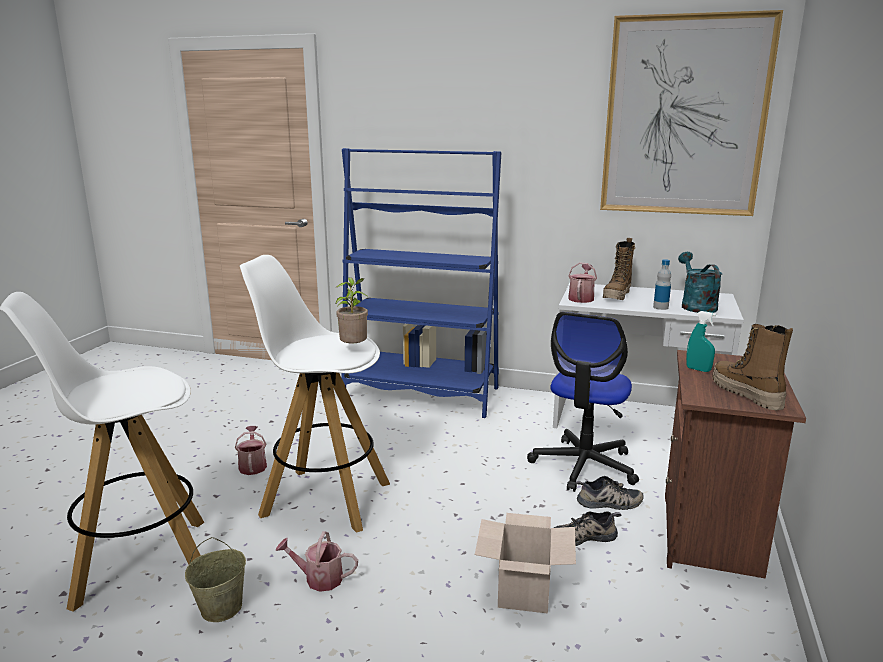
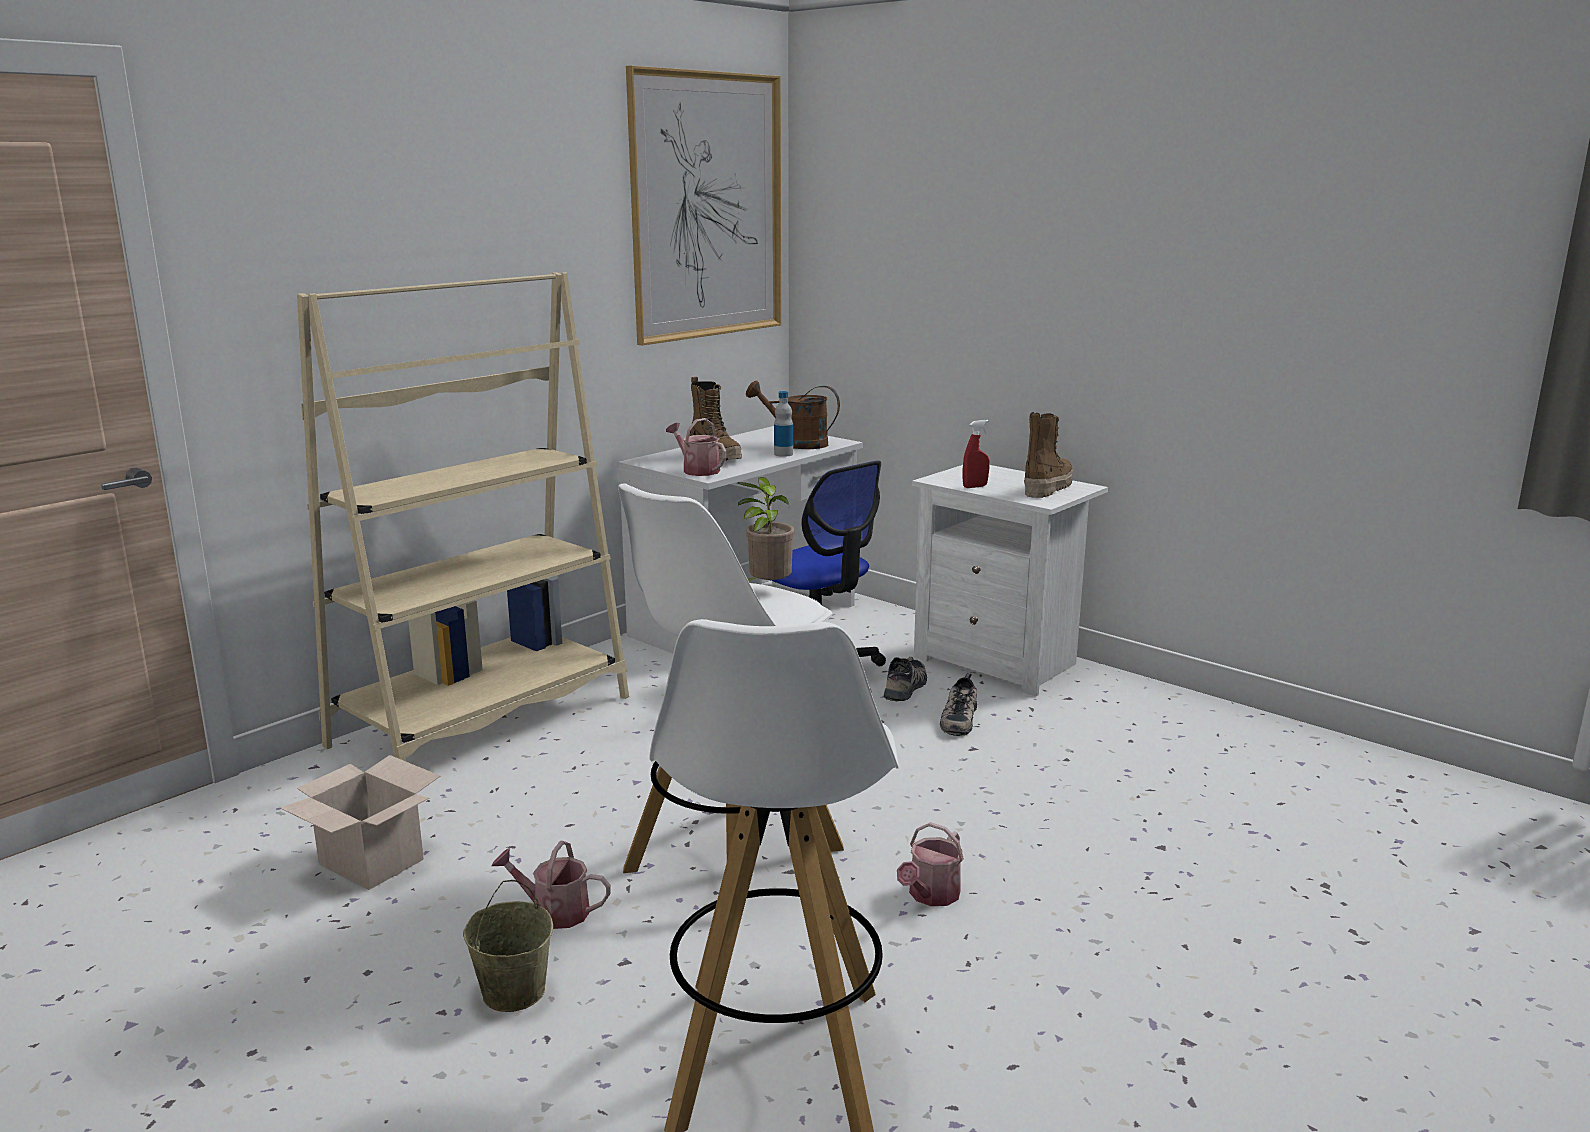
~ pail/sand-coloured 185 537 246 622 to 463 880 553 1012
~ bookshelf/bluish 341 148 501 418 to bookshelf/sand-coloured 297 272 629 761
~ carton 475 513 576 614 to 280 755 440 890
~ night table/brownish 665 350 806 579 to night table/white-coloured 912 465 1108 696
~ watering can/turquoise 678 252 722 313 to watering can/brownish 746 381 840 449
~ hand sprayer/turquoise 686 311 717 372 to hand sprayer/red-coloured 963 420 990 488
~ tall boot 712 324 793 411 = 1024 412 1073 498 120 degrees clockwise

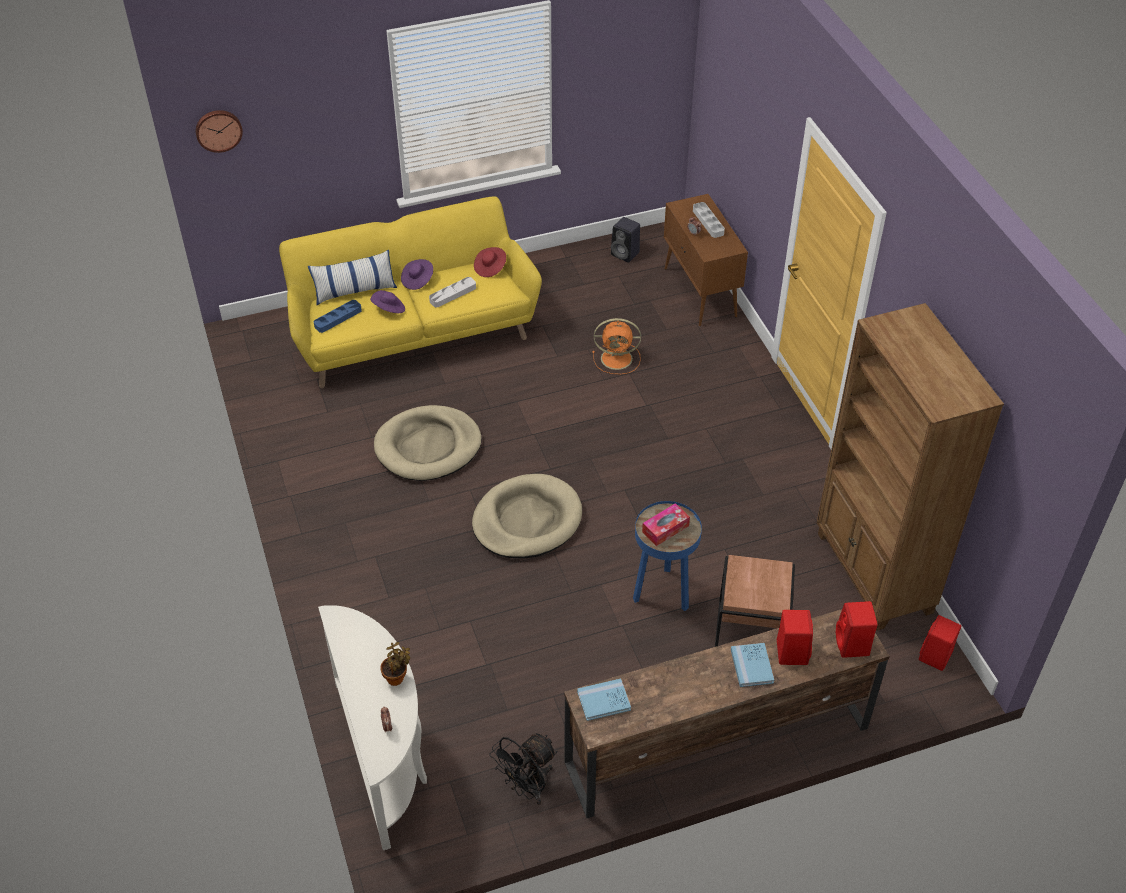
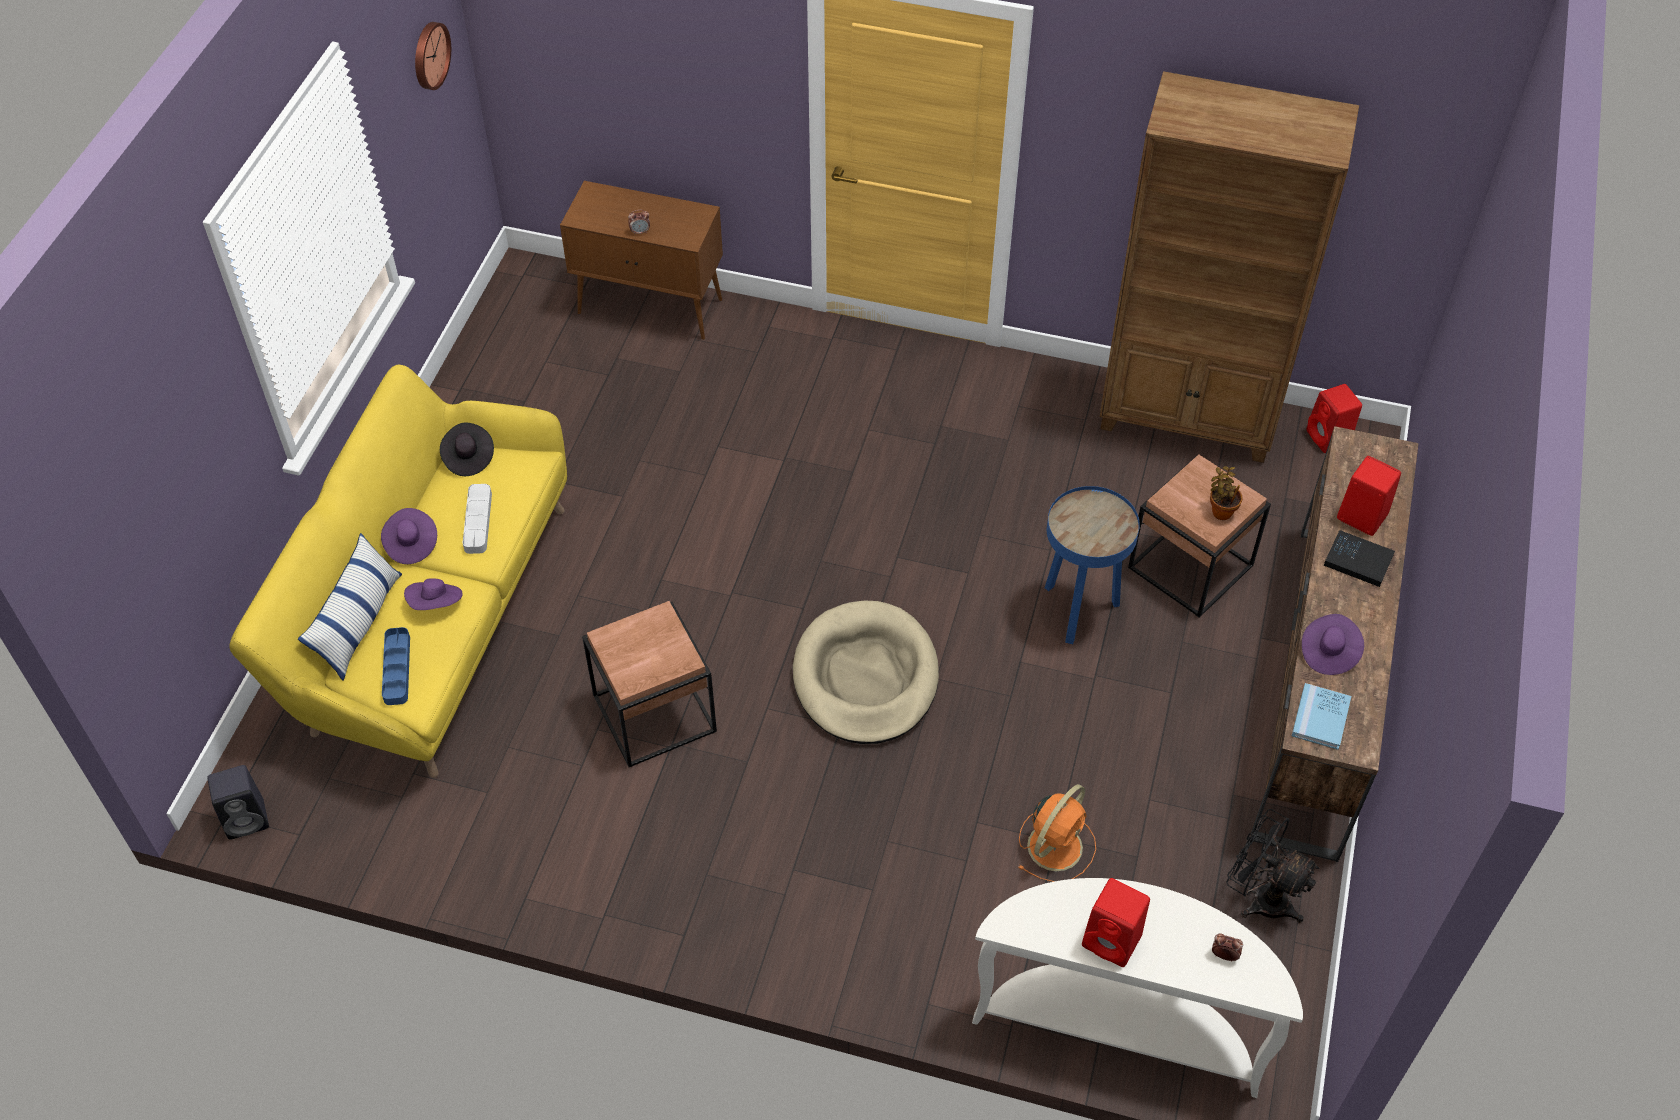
~ wall clock 196 110 243 153 to 415 22 451 90
~ dog bed/sand-coloured 374 405 482 481 to accent table/brownish 582 601 717 767
~ potted plant 380 642 410 686 to 1210 466 1242 520
~ clothing hat/red-coloured 474 247 506 277 to clothing hat/black 440 423 494 476
~ fan/black 489 733 557 805 = 1226 809 1319 923 135 degrees clockwise
~ fan/orange-coloured 592 318 641 375 to 1019 784 1096 882
~ speaker/black 611 217 640 263 to 207 765 269 840
- tissue holder 642 503 690 546
- tray/gray 693 202 725 238
~ volume/bluish 731 643 774 687 to volume/black 1324 530 1395 587
~ speaker/red-coloured 836 601 878 658 to 1082 878 1150 967
+ clothing hat/purple 1302 614 1364 675

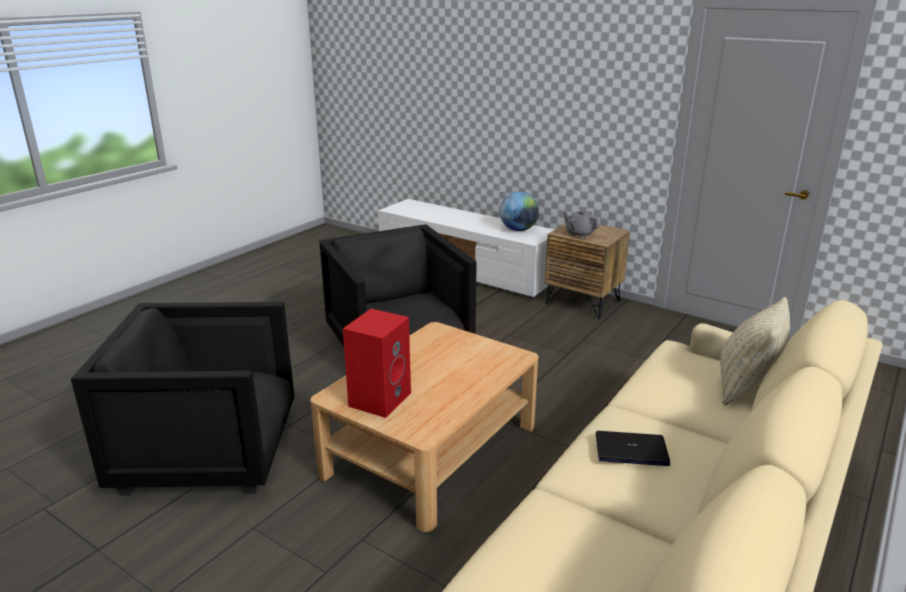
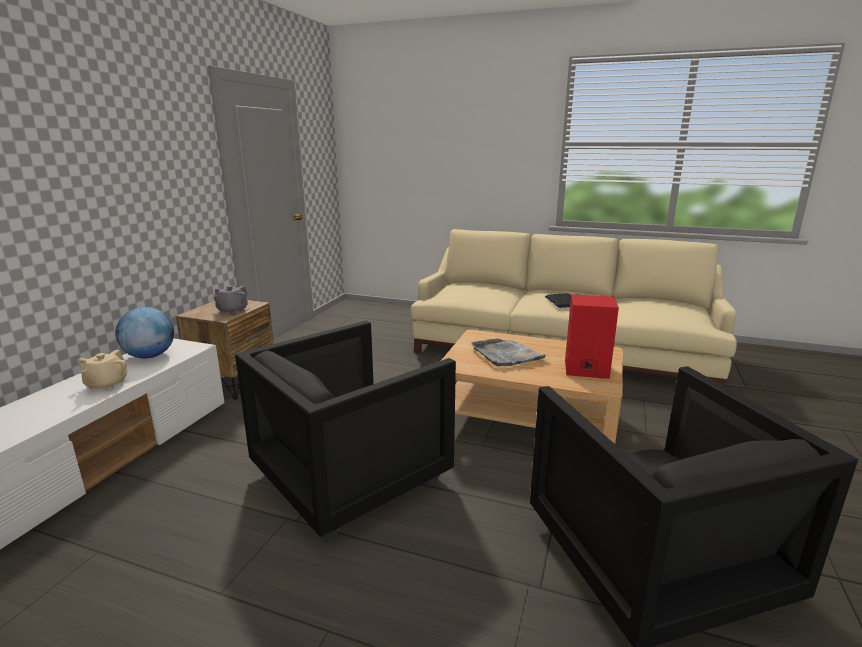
- cushion/sand-coloured 720 297 790 405
+ teapot/sand-coloured 77 350 127 391
+ tray/gray 471 338 546 366

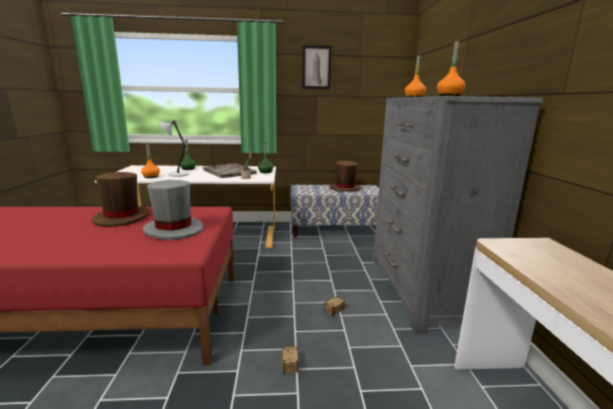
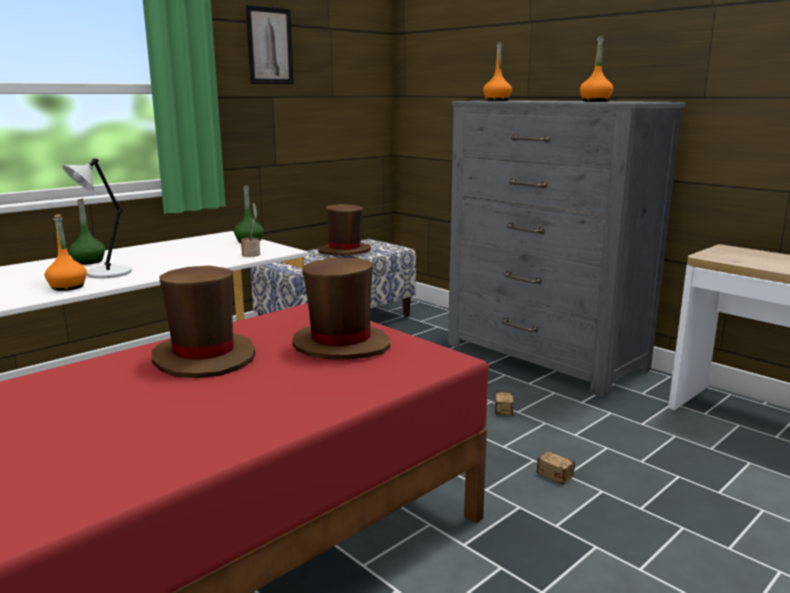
~ clothing hat/gray 143 180 204 240 to clothing hat/brownish 292 258 390 360
- tray/gray 203 163 257 178

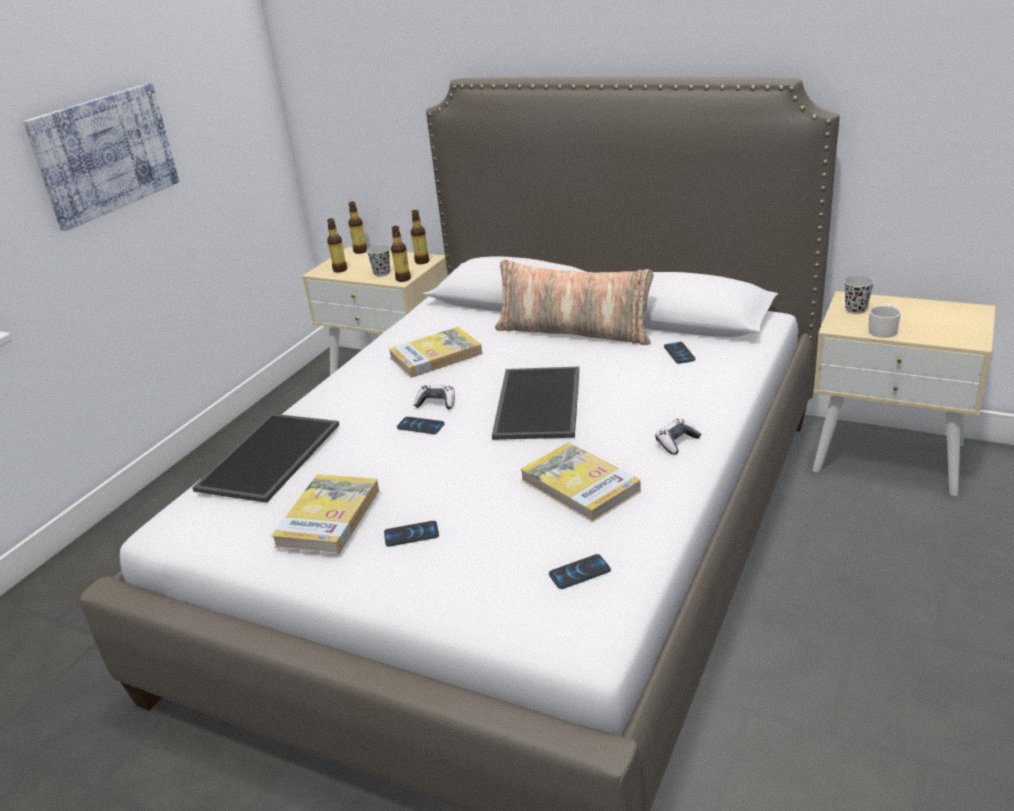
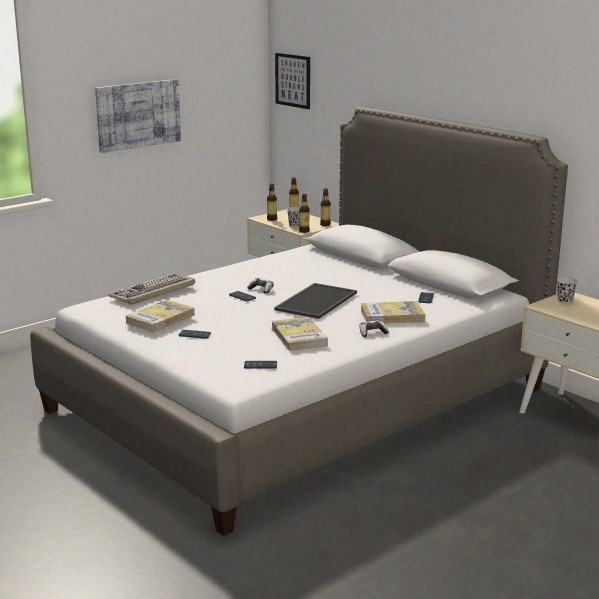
~ tray 192 413 339 503 to keyboard 108 273 195 305
~ volume 388 327 482 378 to 361 301 425 324
- cushion 495 259 653 345
- mug/white-coloured 868 304 901 338
+ wall picture 275 53 310 109

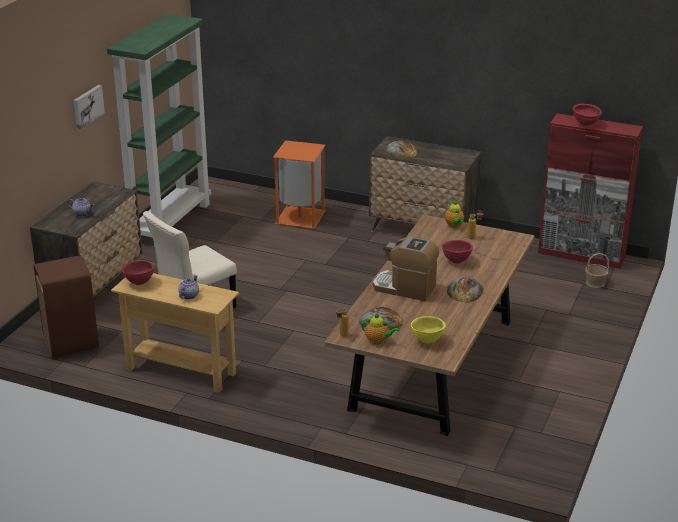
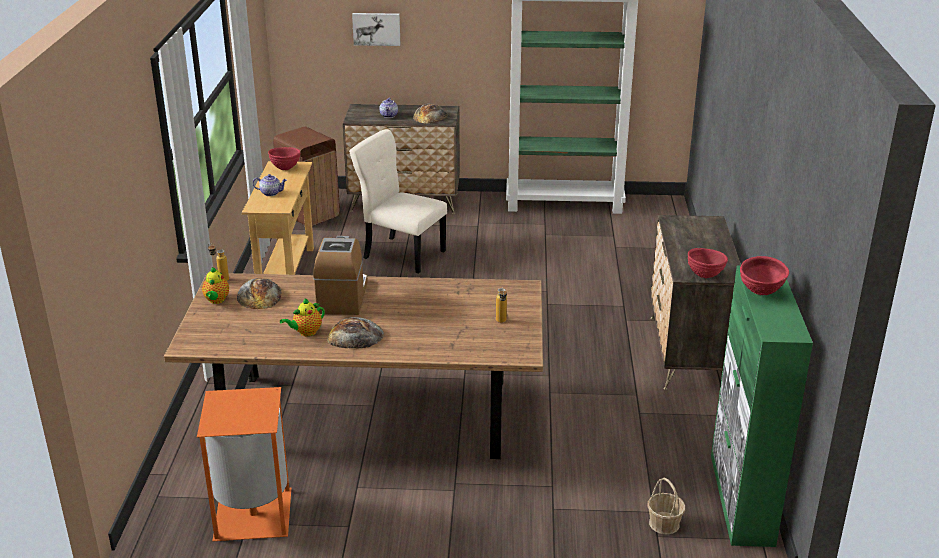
~ wall picture 73 85 105 130 to 352 13 400 46
~ waste bin/orange-coloured 273 140 326 229 to 197 387 291 541
~ baked bread 385 140 418 158 to 413 103 448 124
- deep dish/yellow-coloured 410 316 446 343
~ deep dish/red-coloured 441 240 473 264 to 688 248 728 278
~ teapot 445 201 464 228 to 280 298 325 336
~ storage cabinet/red-coloured 538 113 643 269 to storage cabinet/green-coloured 711 265 813 547

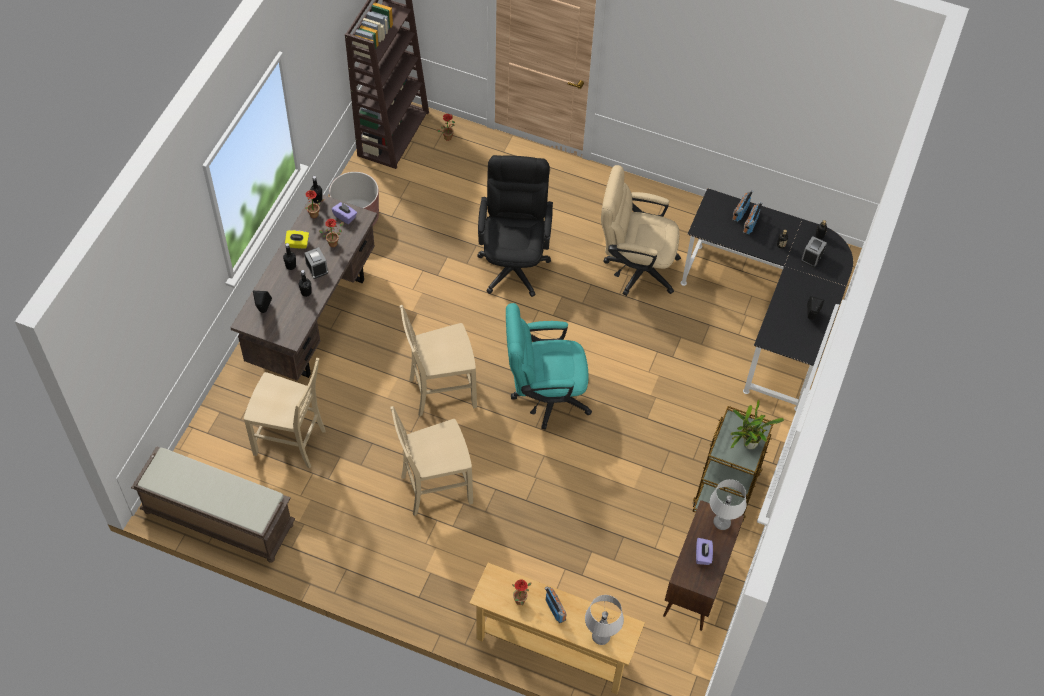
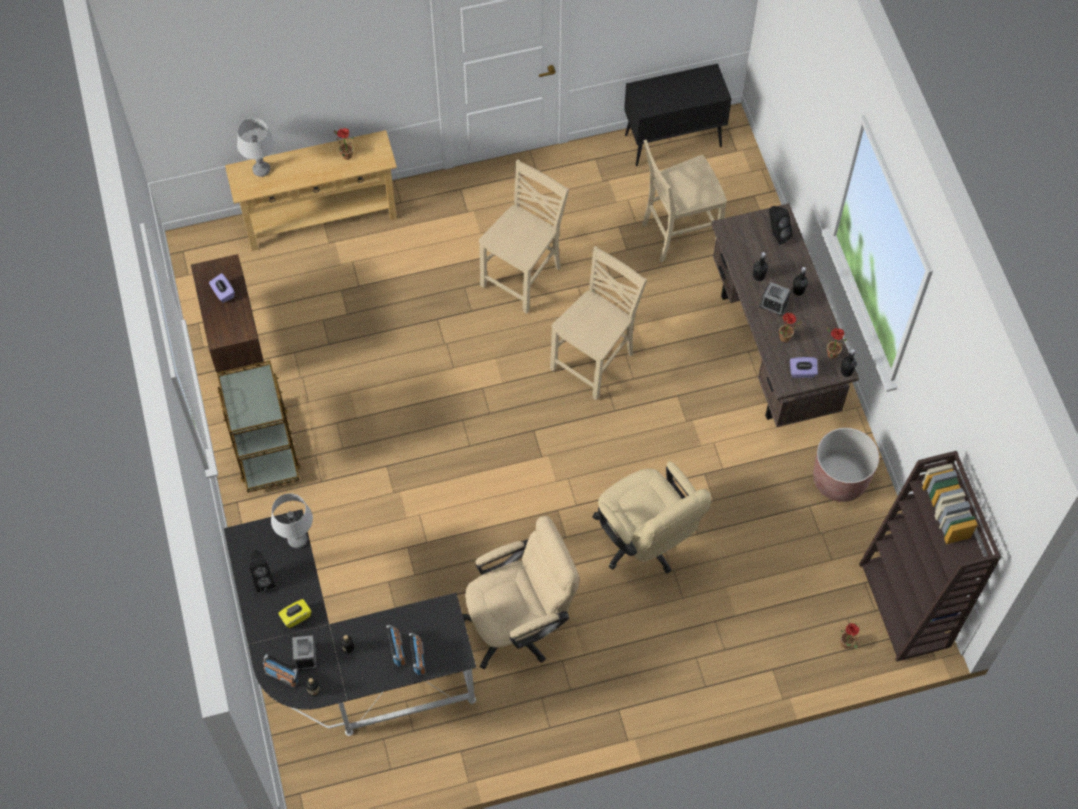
~ long seat/brownish 131 446 295 563 to storage cabinet/black 624 63 732 166
~ tissue holder/yellow-coloured 285 230 309 249 to 278 599 311 628
~ desk chair/black 477 155 553 297 to desk chair/sand-coloured 592 461 711 573
- desk chair/turquoise 506 303 592 430
~ radio 545 587 567 623 to 263 654 299 688
~ table lamp/gray 710 479 746 530 to 271 493 313 548
- potted plant 731 400 784 449

